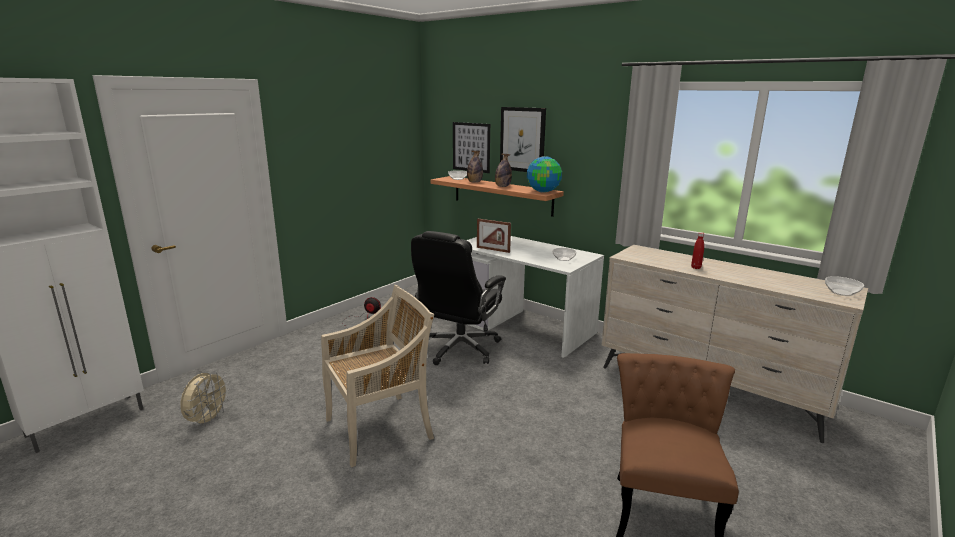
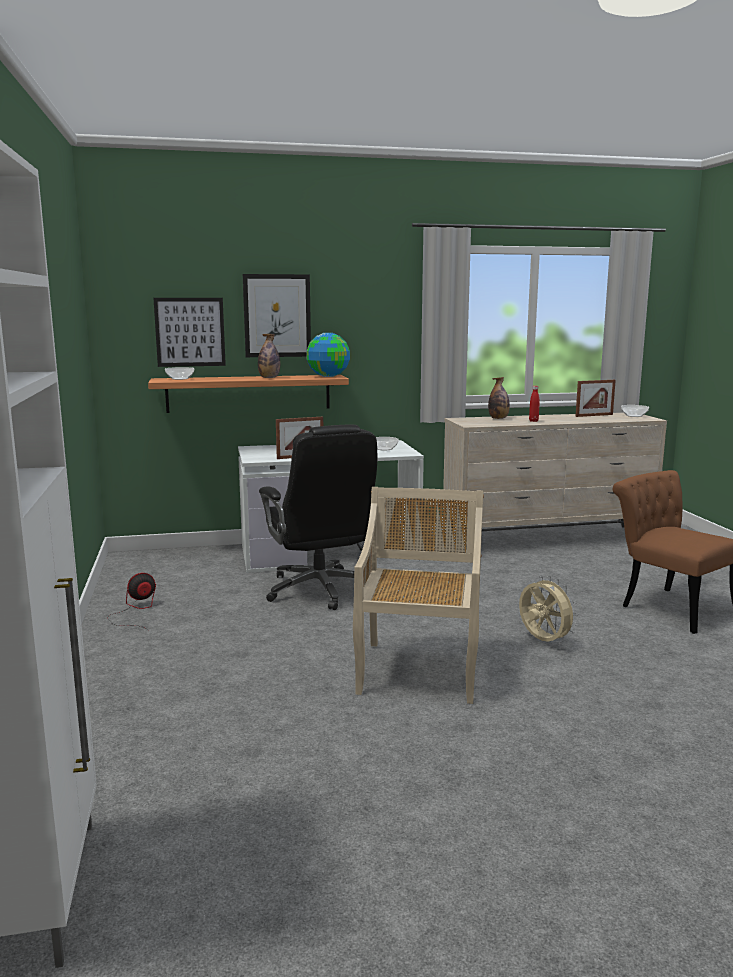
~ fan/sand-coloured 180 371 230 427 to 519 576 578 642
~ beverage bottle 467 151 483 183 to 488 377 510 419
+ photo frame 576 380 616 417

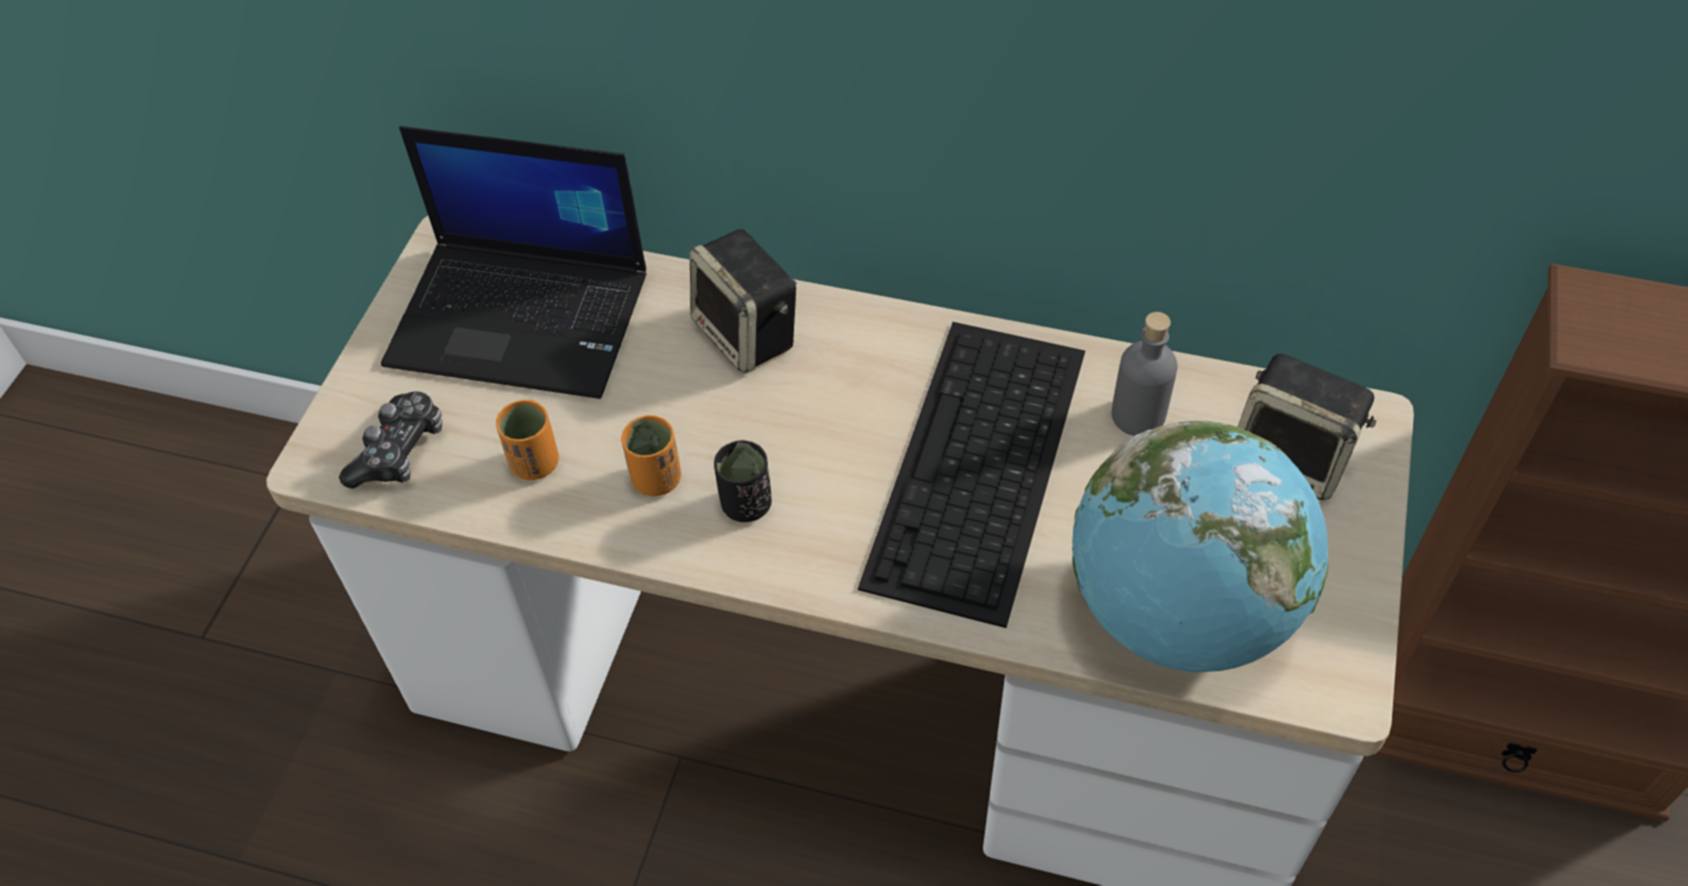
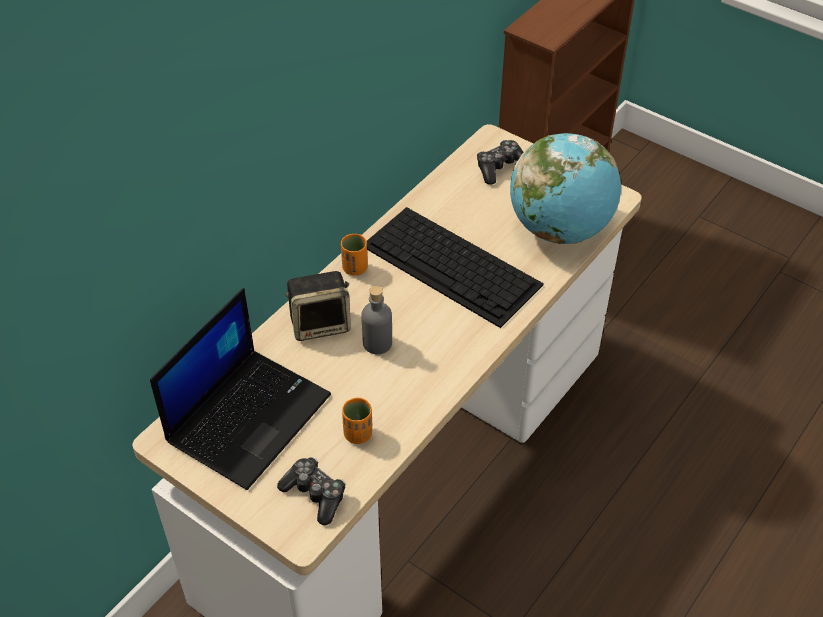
~ drinking cup/orange-coloured 621 415 681 496 to 341 234 368 275
- drinking cup/black 714 440 772 522
~ beverage bottle/gray 1111 312 1178 436 to 362 286 392 354
~ speaker 1238 353 1376 500 to game controller 477 140 523 185

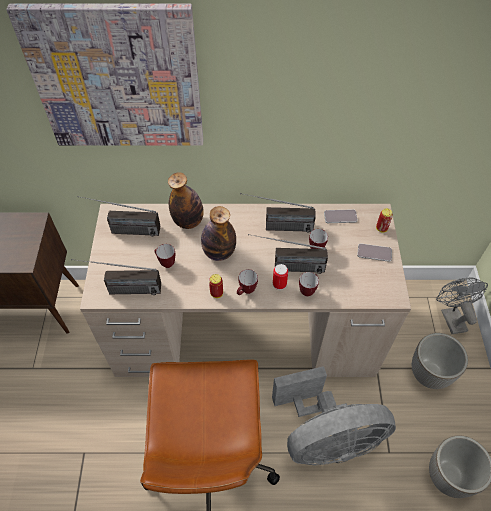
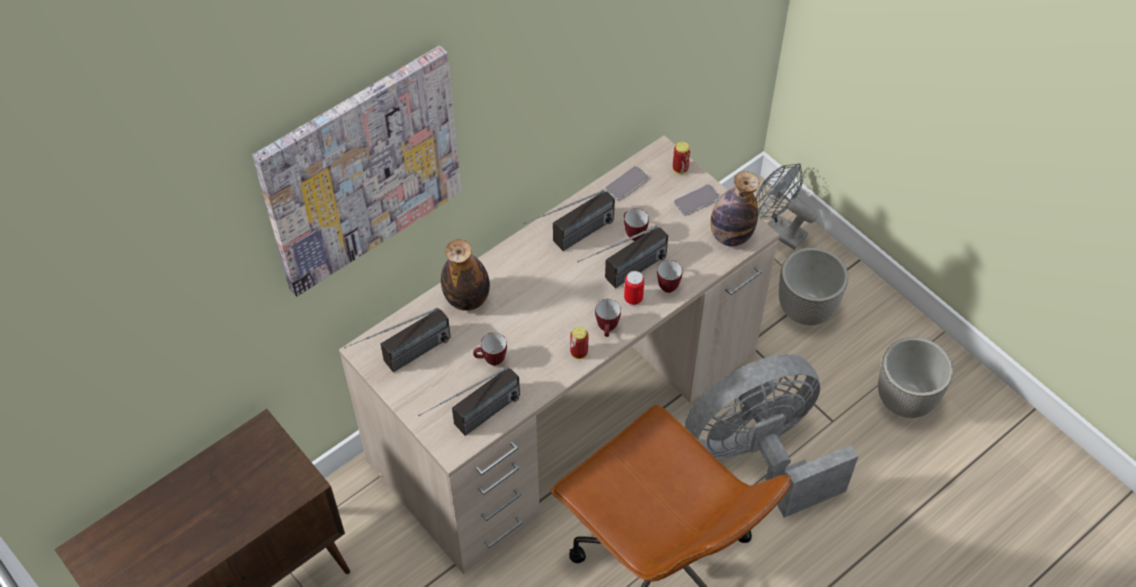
~ beverage bottle 201 206 236 261 to 710 171 759 246
~ fan/gray 272 366 396 465 = 685 354 859 518 150 degrees counterclockwise

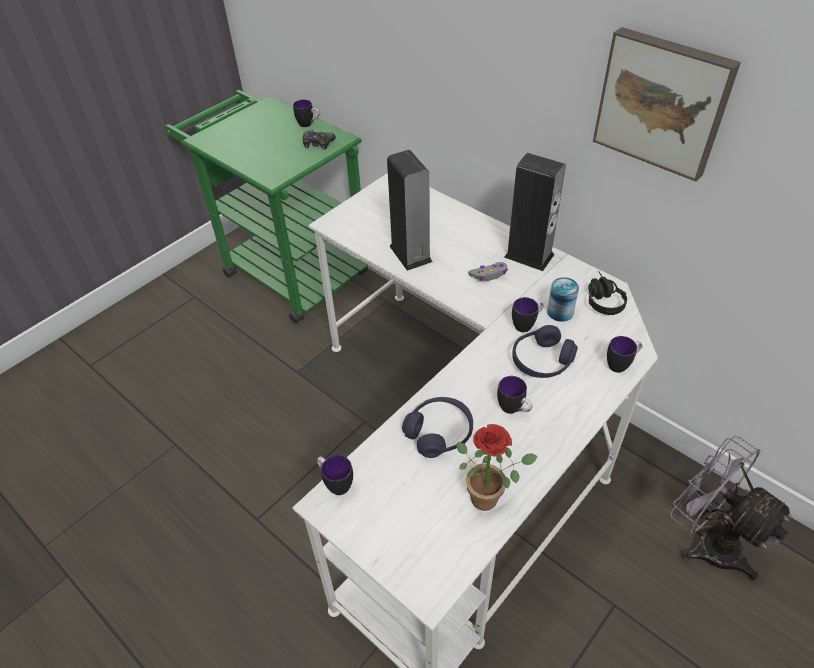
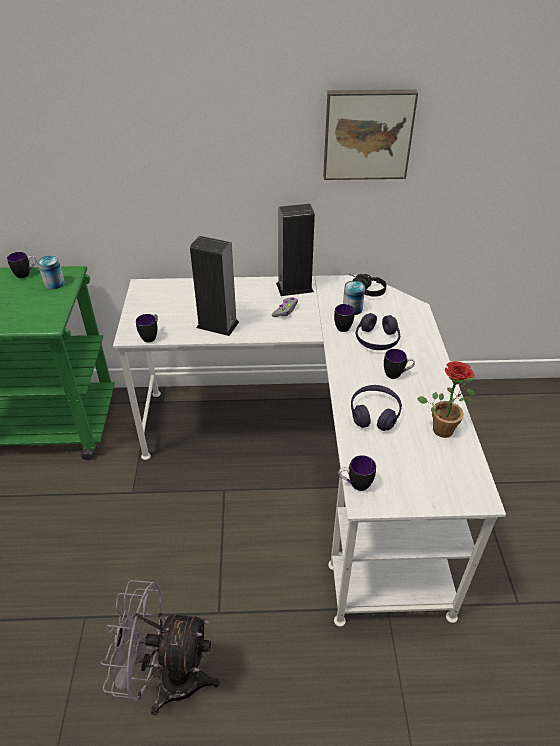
~ game controller/black 303 130 336 150 to can 37 255 65 290
~ mug 607 336 642 373 to 136 314 158 343
~ fan/gray 670 436 793 581 to 101 580 220 715

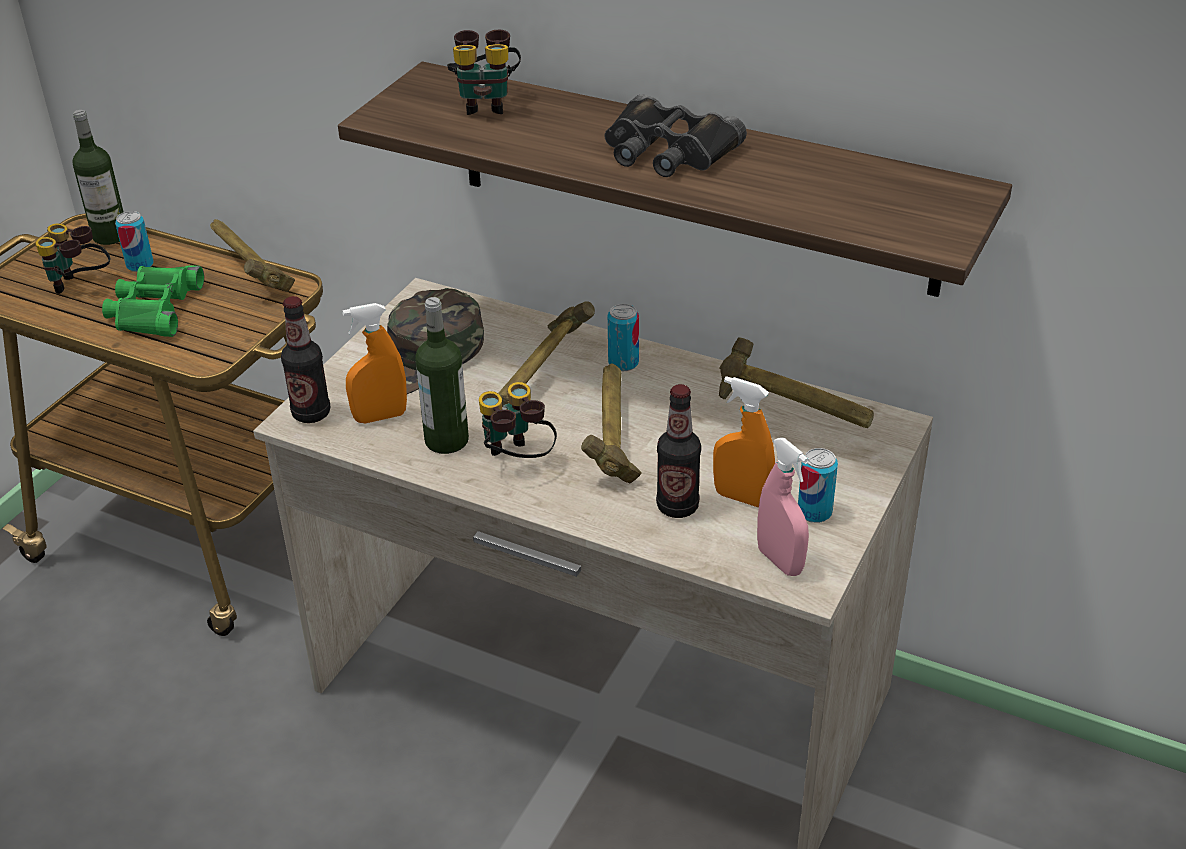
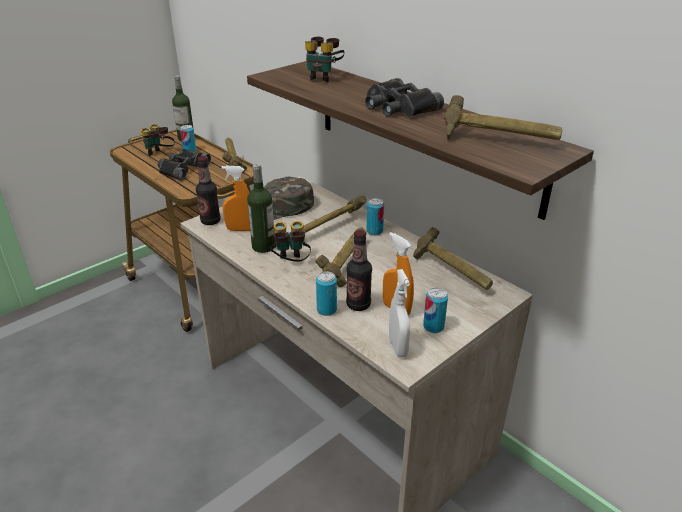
~ field glasses/green-coloured 102 265 204 337 to field glasses/black 158 149 211 180
~ hand sprayer/pinkish 757 438 809 576 to hand sprayer/white-coloured 389 269 410 357
+ can 316 271 337 316
+ hammer 443 95 562 140

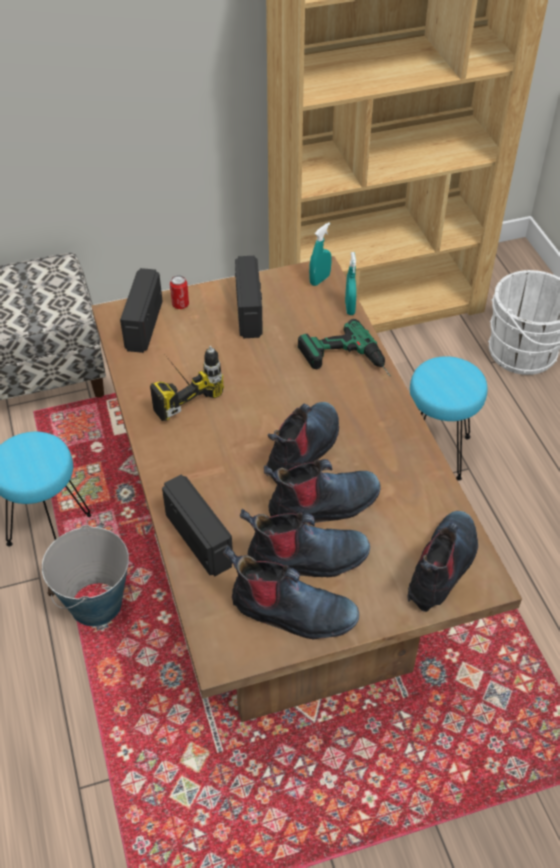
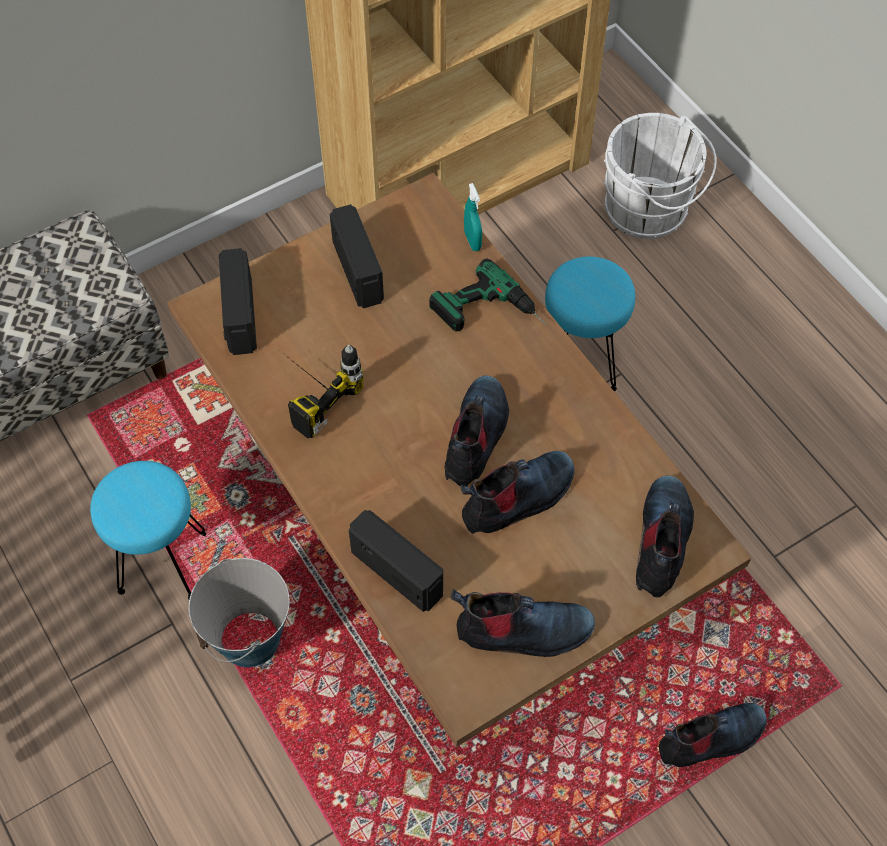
- can 170 275 189 309
~ tall boot 240 509 370 577 to 658 703 767 767
- hand sprayer/turquoise 309 222 331 286

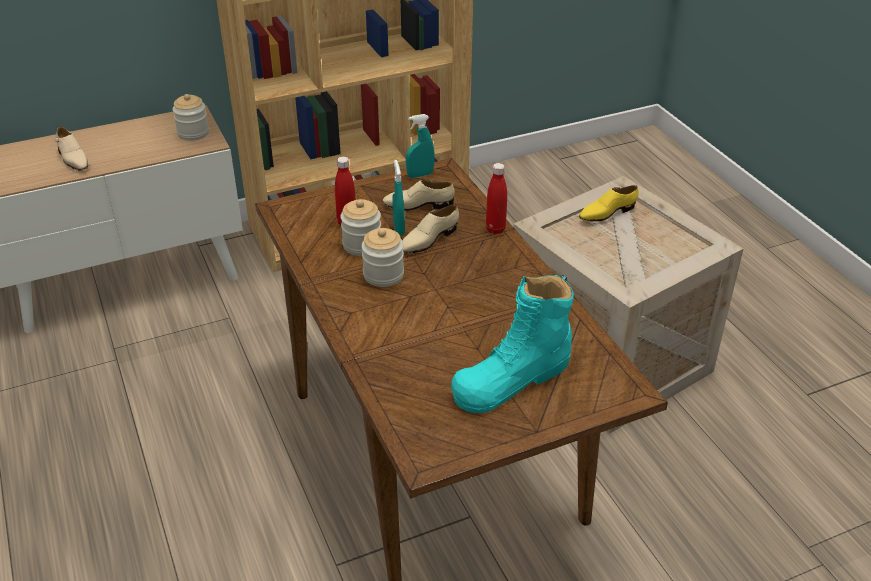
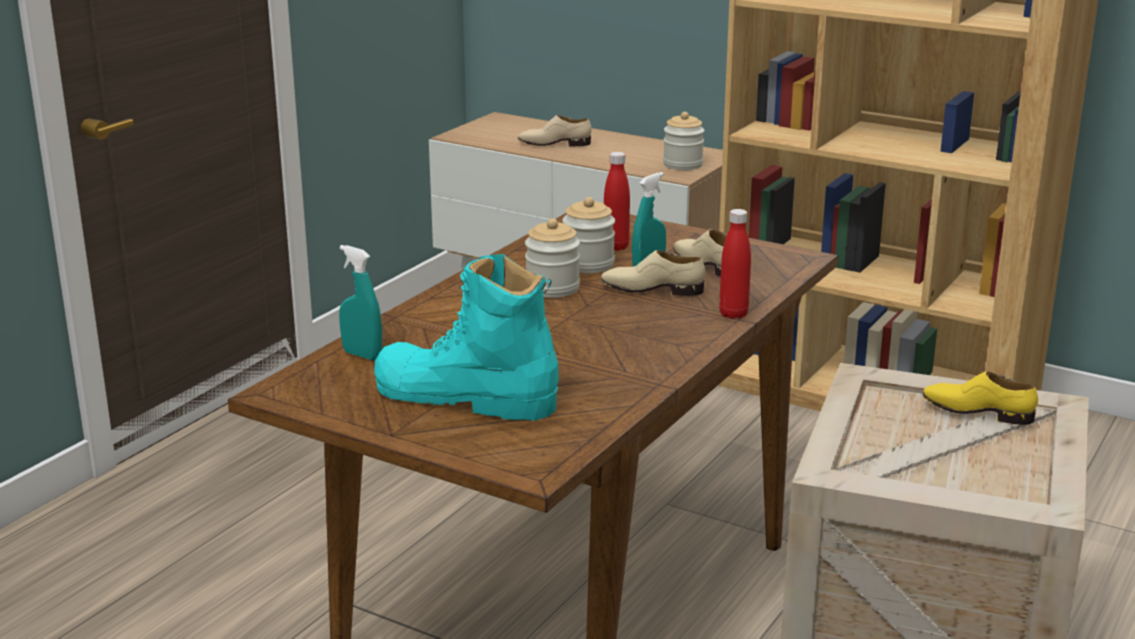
~ item of footwear/sand-coloured 55 127 88 171 = 518 115 592 146 75 degrees clockwise
~ hand sprayer/turquoise 406 114 435 178 to 339 245 382 360

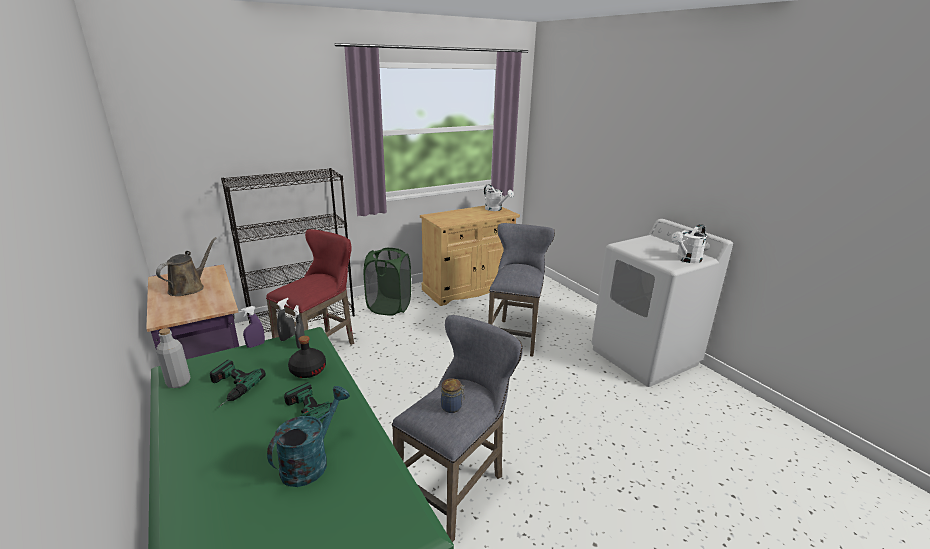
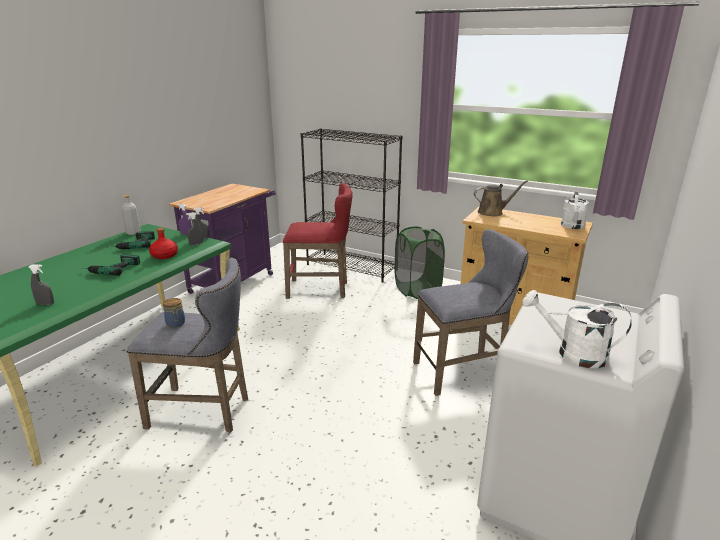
~ watering can/brownish 156 237 217 296 to 474 180 528 216
- watering can/turquoise 267 386 350 487
~ beverage bottle/black 288 336 326 378 to beverage bottle/red-coloured 149 228 178 259
+ hand sprayer/gray 29 264 54 305

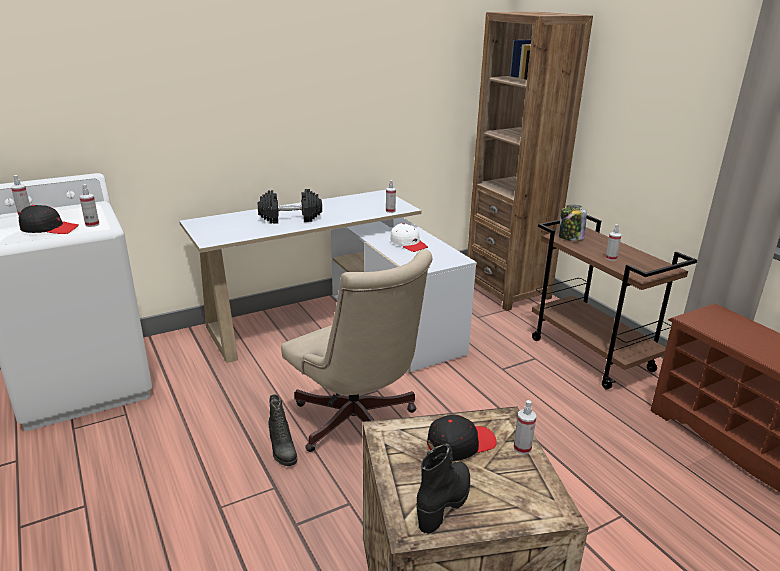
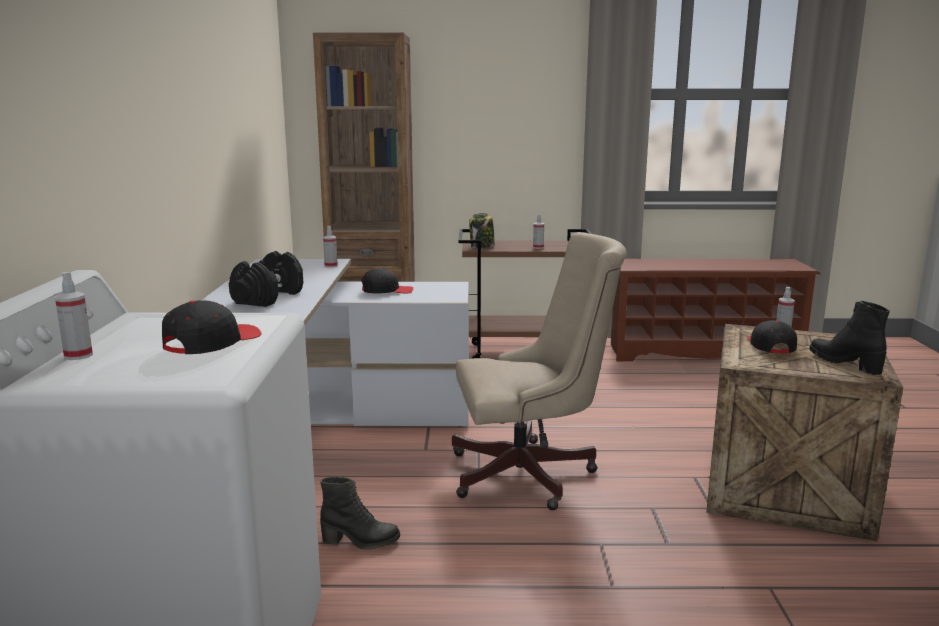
- hand sprayer 79 184 99 227
~ tall boot/black 268 394 297 466 to 320 476 400 550
~ baseball cap/white-coloured 390 223 428 252 to baseball cap/black 362 268 413 294

